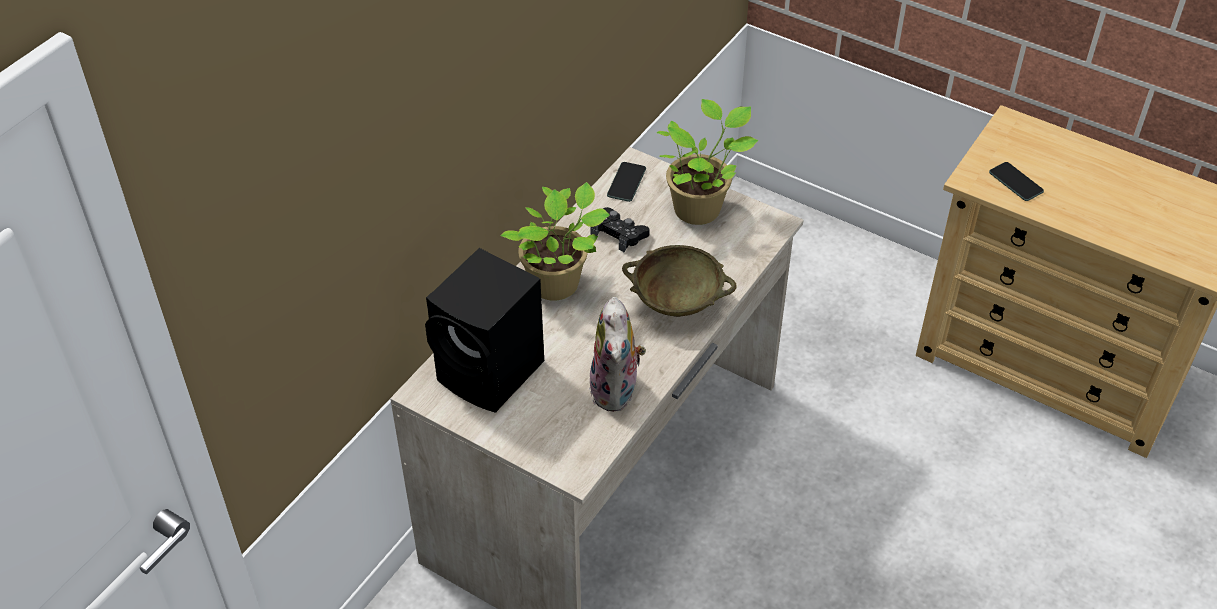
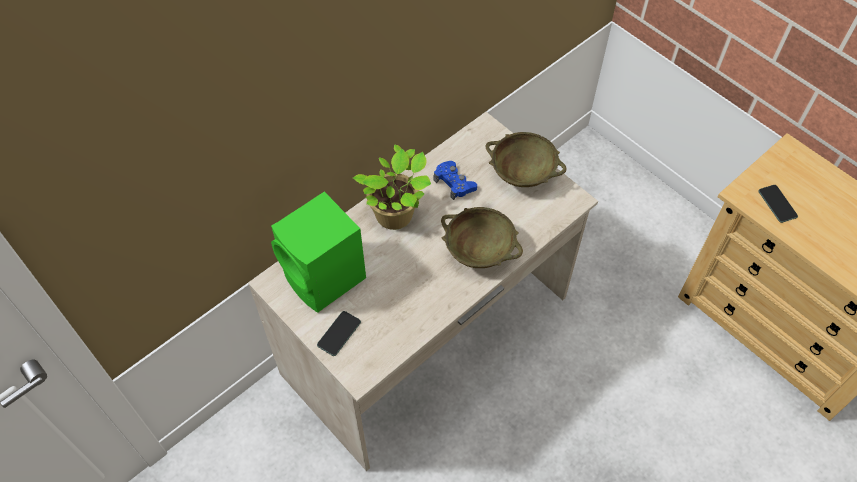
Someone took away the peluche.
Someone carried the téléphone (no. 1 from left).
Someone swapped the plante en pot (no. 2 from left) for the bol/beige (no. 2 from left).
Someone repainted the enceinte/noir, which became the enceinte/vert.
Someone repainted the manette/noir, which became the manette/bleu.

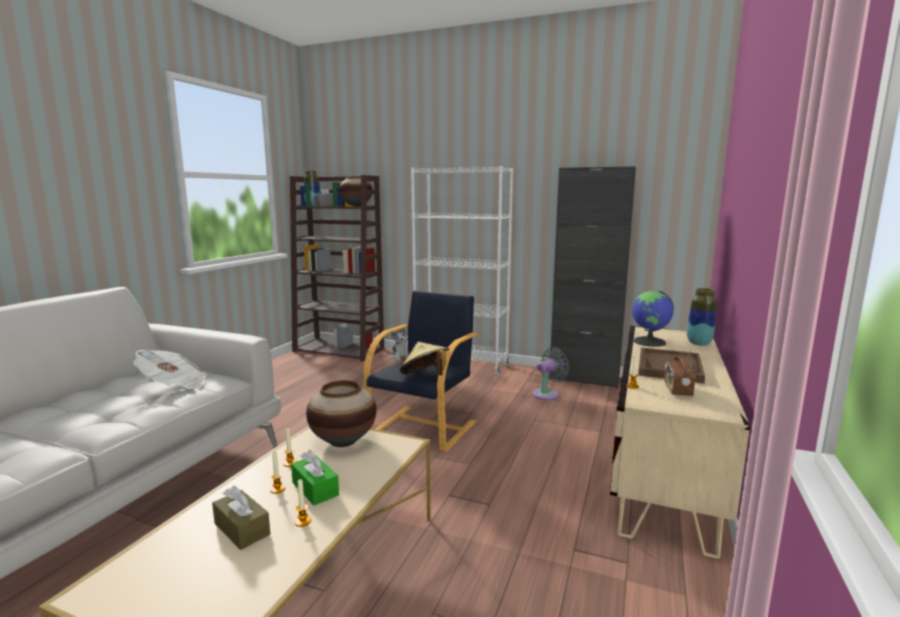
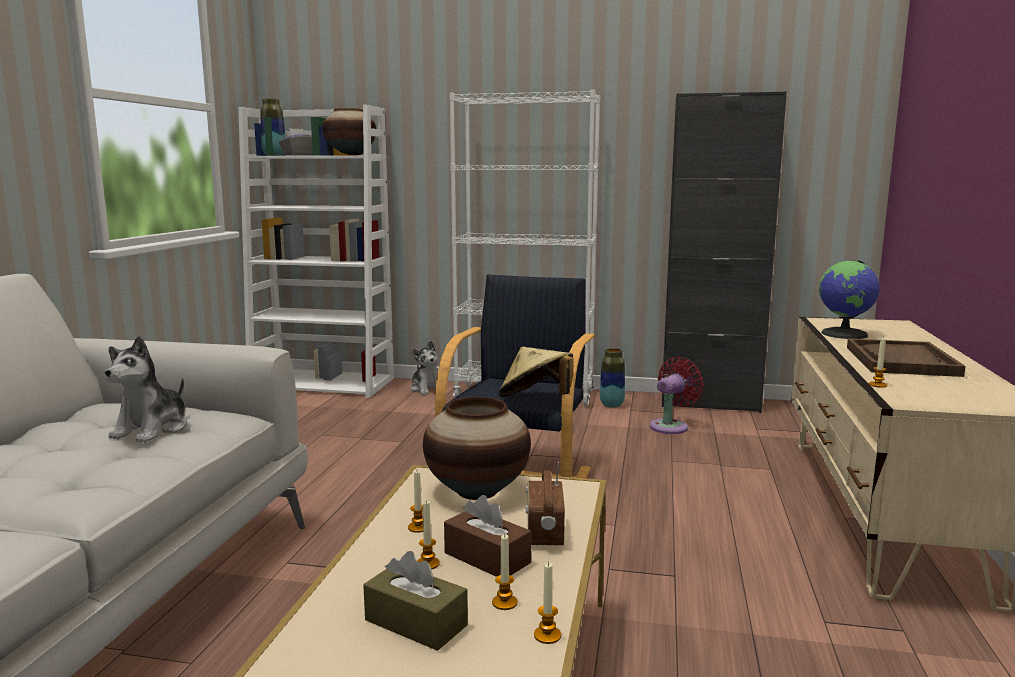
Someone put down the bougie (no. 4 from left).
Someone carried the radio.
Someone carried the vase (no. 4 from left).
Someone swapped the journal for the peluche (no. 1 from left).
Someone repainted the bibliothèque/marron, which became the bibliothèque/blanc (no. 1 from left).
Someone repainted the boîte à mouchoirs/vert, which became the boîte à mouchoirs/marron (no. 2 from left).
Someone repainted the ventilateur/gris, which became the ventilateur/rouge.

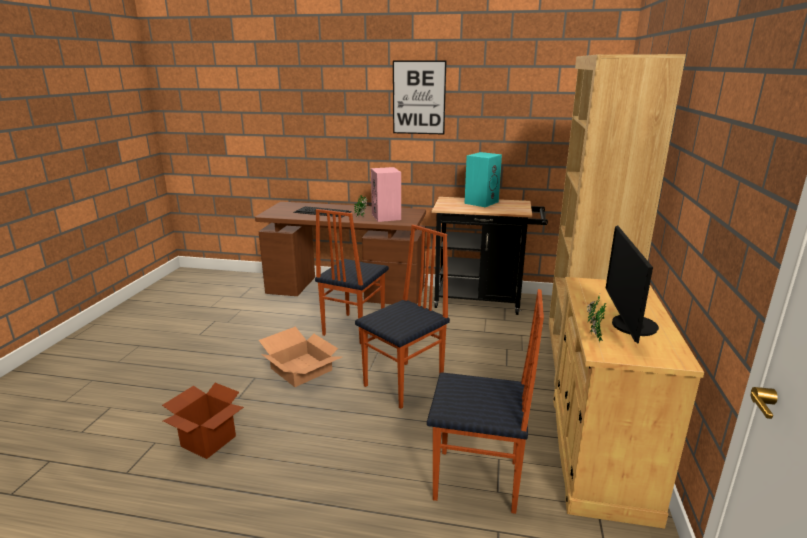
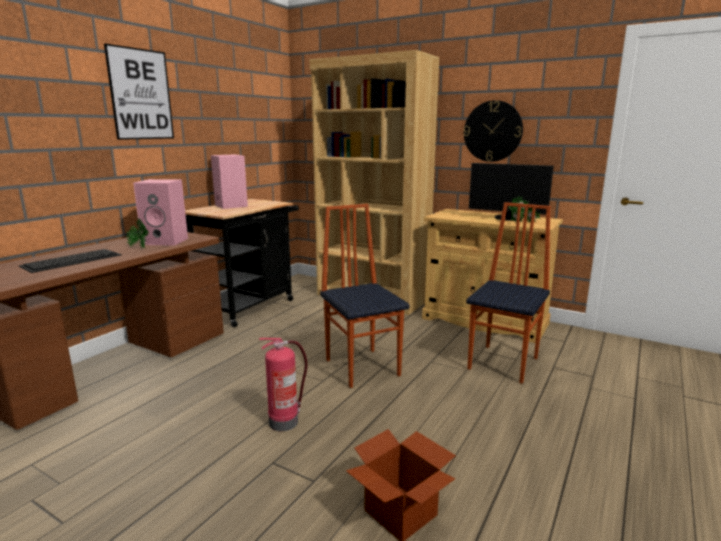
Someone took away the chaise (no. 1 from left).
Someone put up the horloge murale.
Someone swapped the carton (no. 2 from left) for the extincteur.
Someone repainted the enceinte/turquoise, which became the enceinte/rose (no. 2 from left).

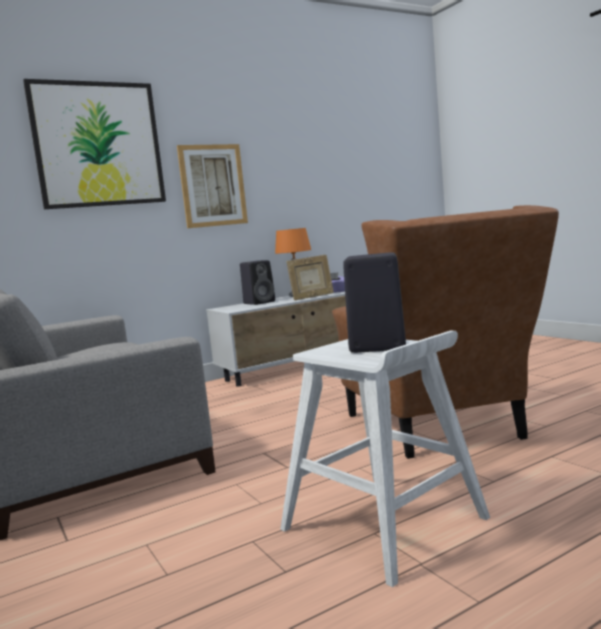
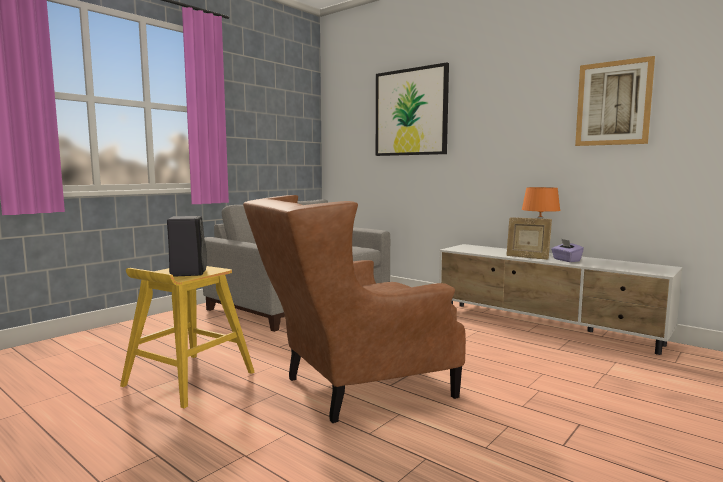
Someone took away the enceinte/noir (no. 1 from left).
Someone carried the tableau (no. 2 from left).
Someone repainted the tabouret/blanc, which became the tabouret/jaune.

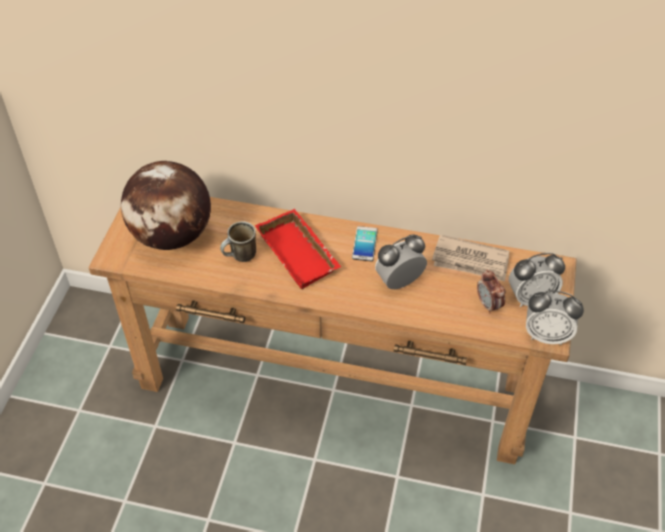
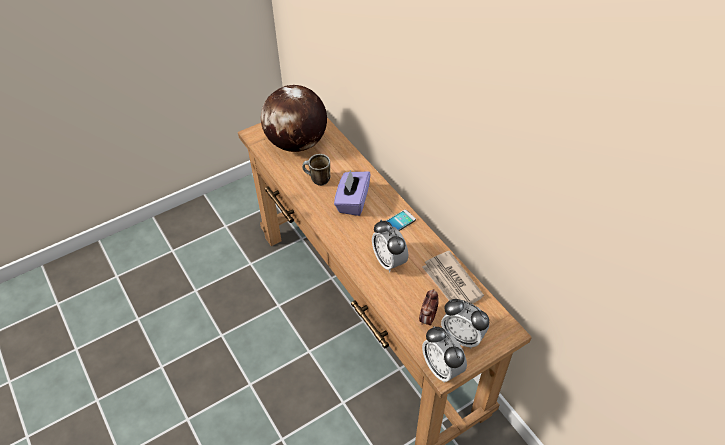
Someone swapped the plateau/rouge for the boîte à mouchoirs/violet.
Someone rotated the réveil (no. 1 from left) by 135 degrees counterclockwise.

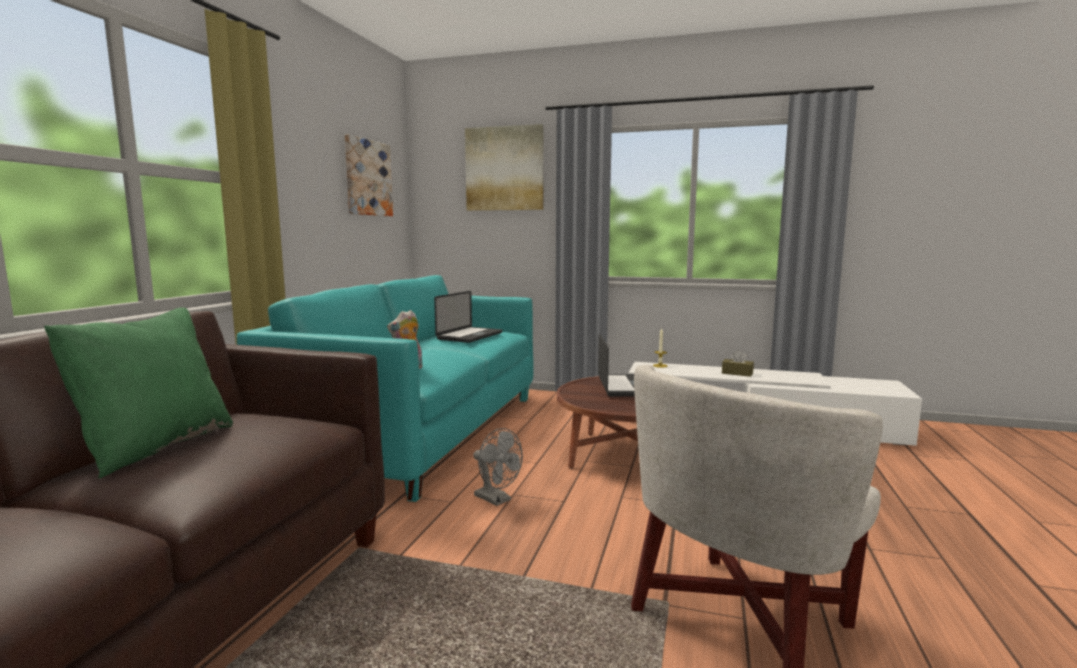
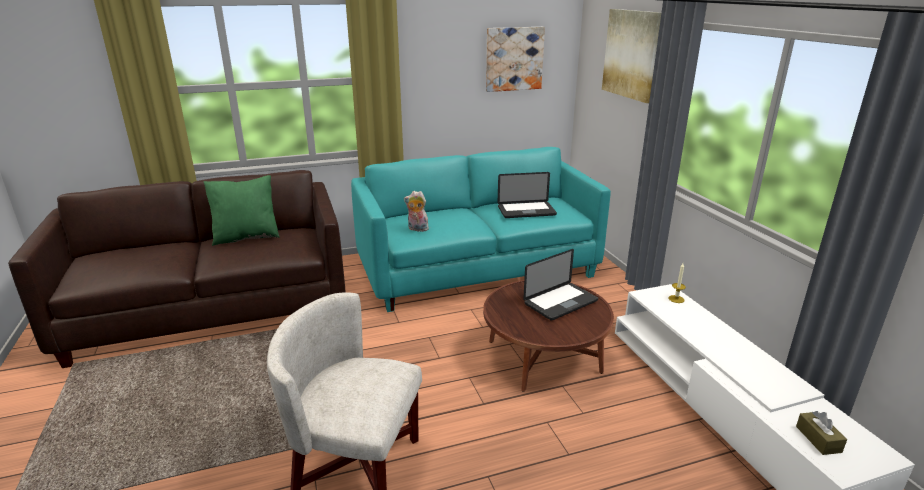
Someone took away the ventilateur/gris.
Someone carried the boîte à mouchoirs/marron.

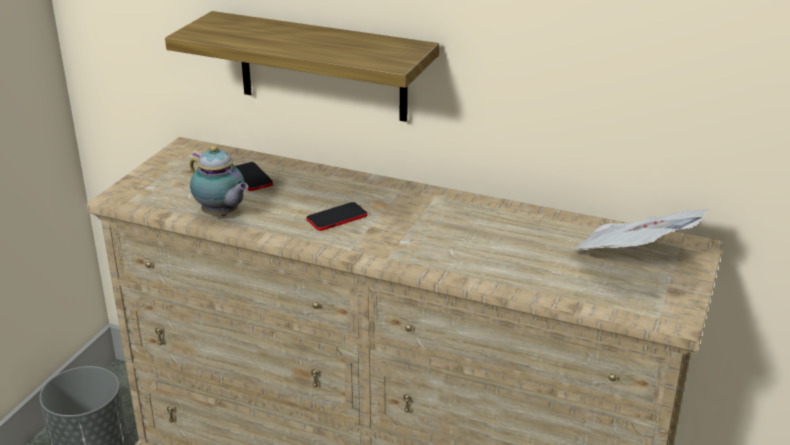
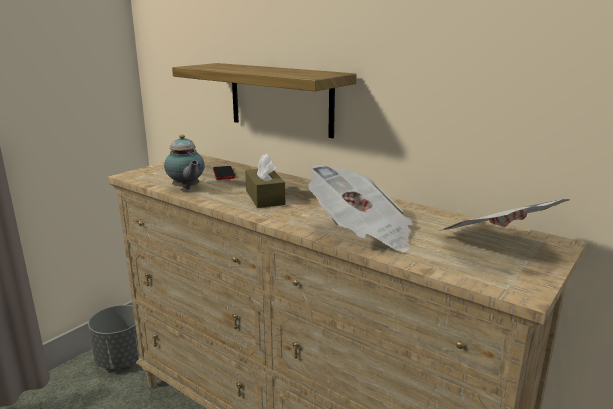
Someone put down the journal (no. 1 from left).
Someone swapped the téléphone (no. 2 from left) for the boîte à mouchoirs/marron.

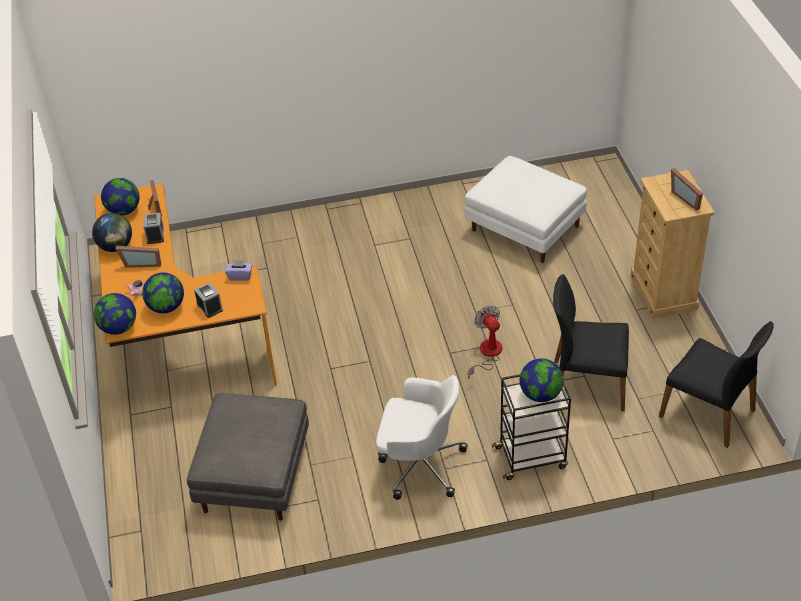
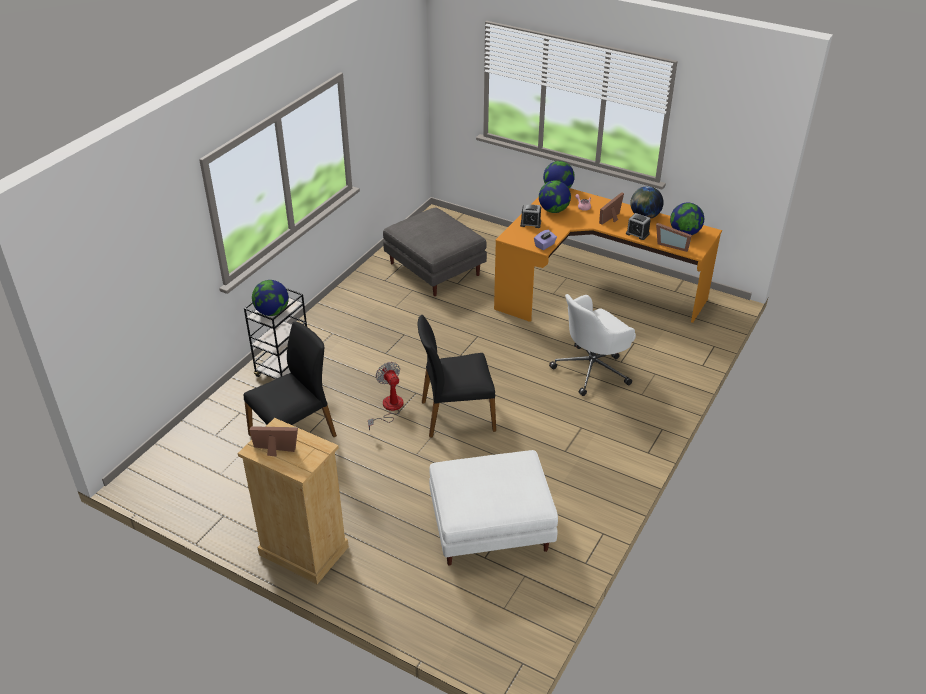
Someone carried the chaise de bureau/blanc.
Someone carried the chaise/noir (no. 2 from left).
Someone rotated the ventilateur by 135 degrees counterclockwise.

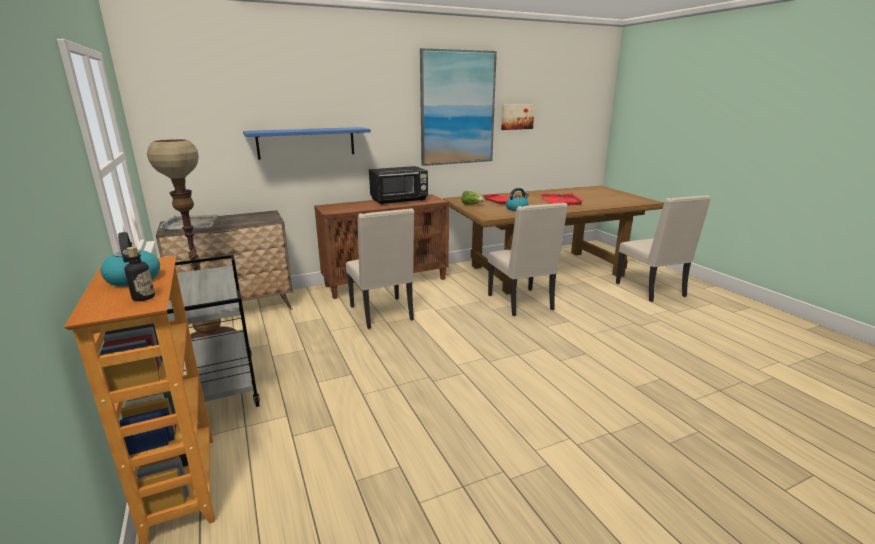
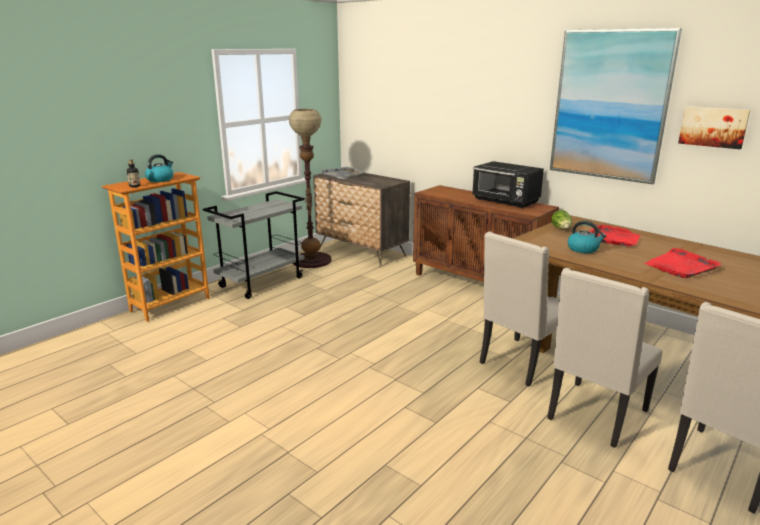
Someone took away the étagère/bleu.
Someone carried the chaise/beige (no. 1 from left in the first image).

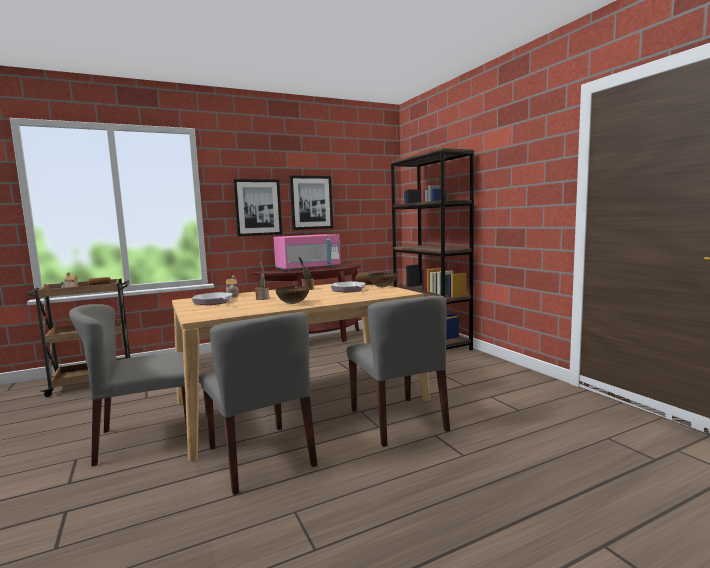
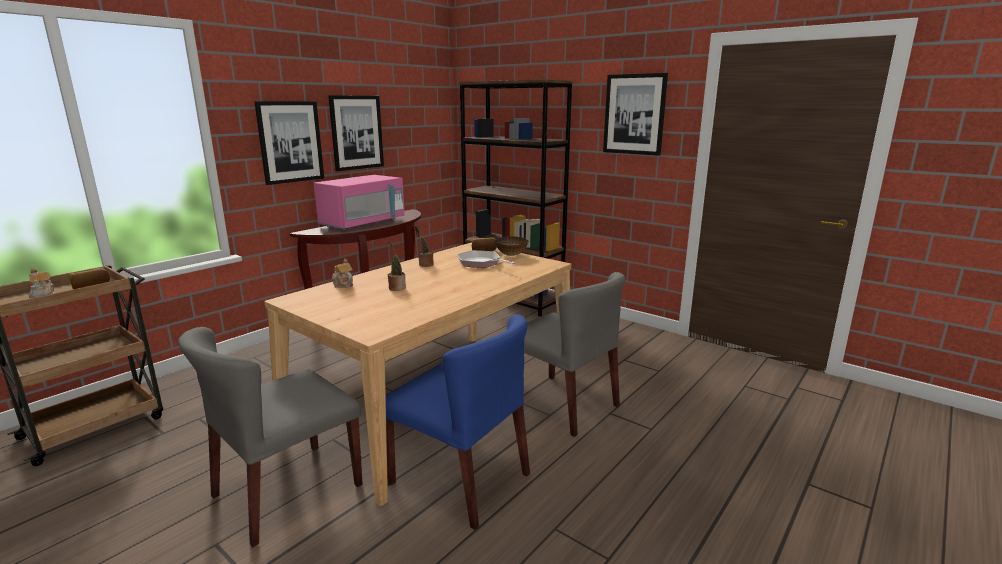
Someone took away the poêle (no. 1 from left).
Someone took away the bol (no. 1 from left).
Someone put up the tableau (no. 3 from left).
Someone repainted the chaise/gris (no. 2 from left), which became the chaise/bleu.

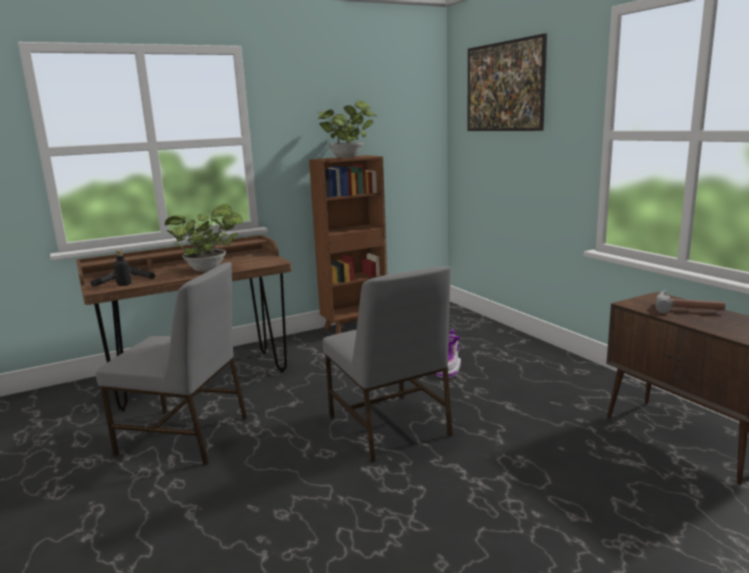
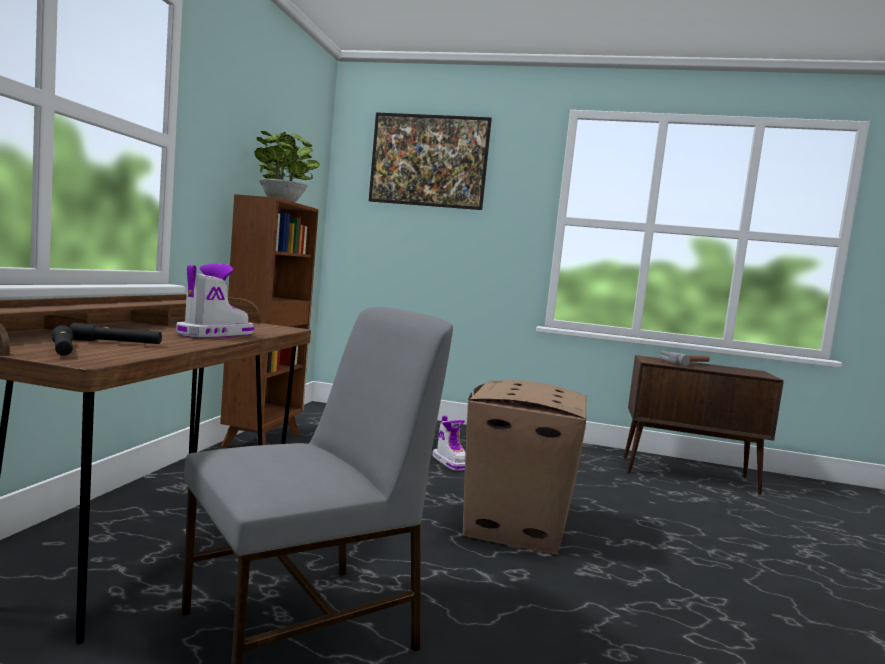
Someone took away the bouteille.
Someone swapped the plante en pot (no. 1 from left) for the botte (no. 1 from left).
Someone swapped the chaise/gris (no. 2 from left) for the carton.

